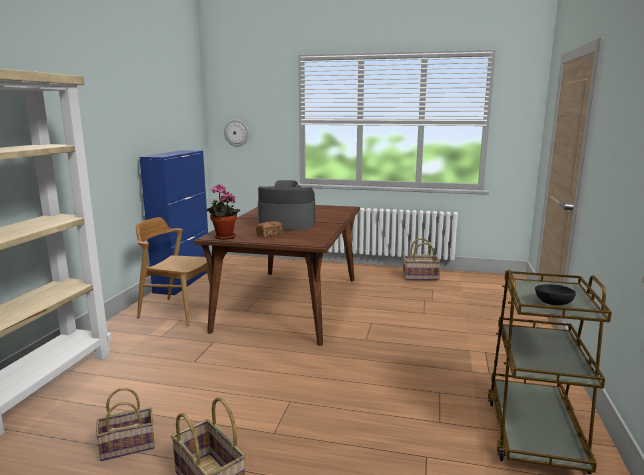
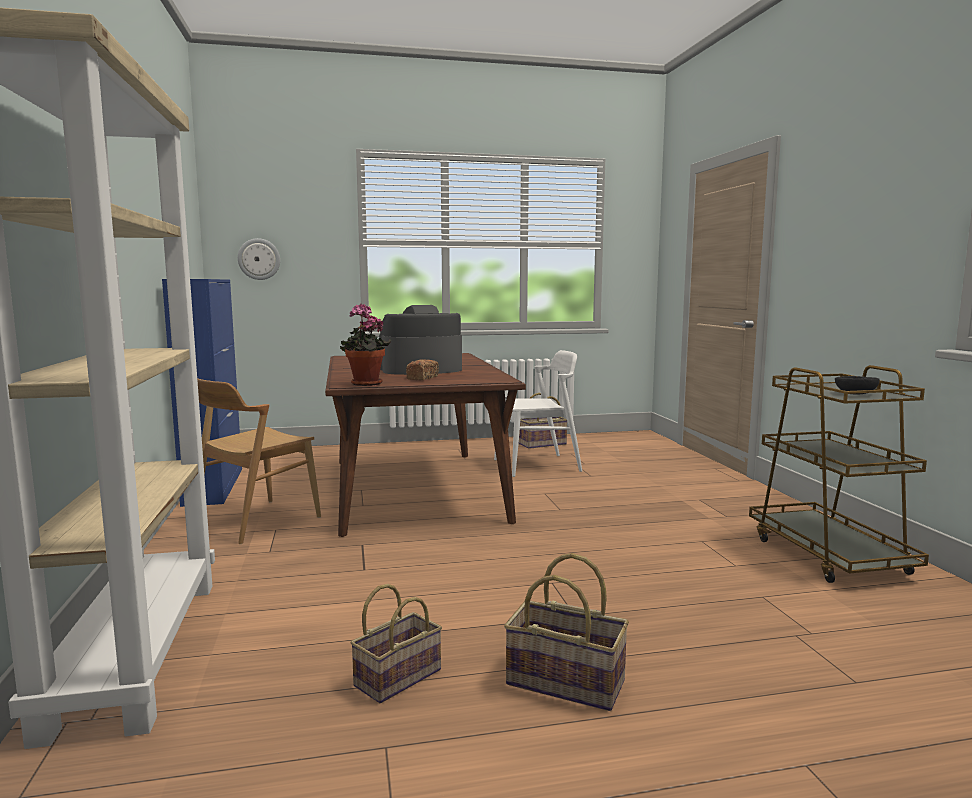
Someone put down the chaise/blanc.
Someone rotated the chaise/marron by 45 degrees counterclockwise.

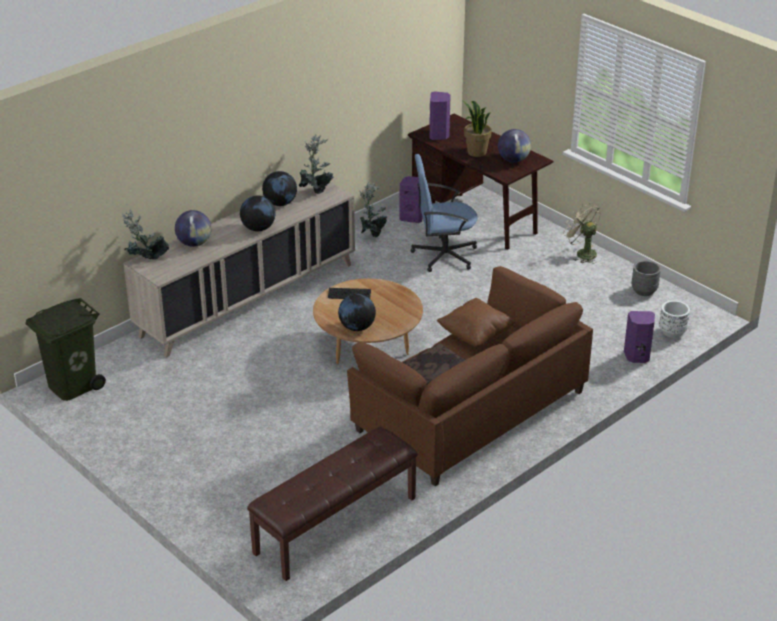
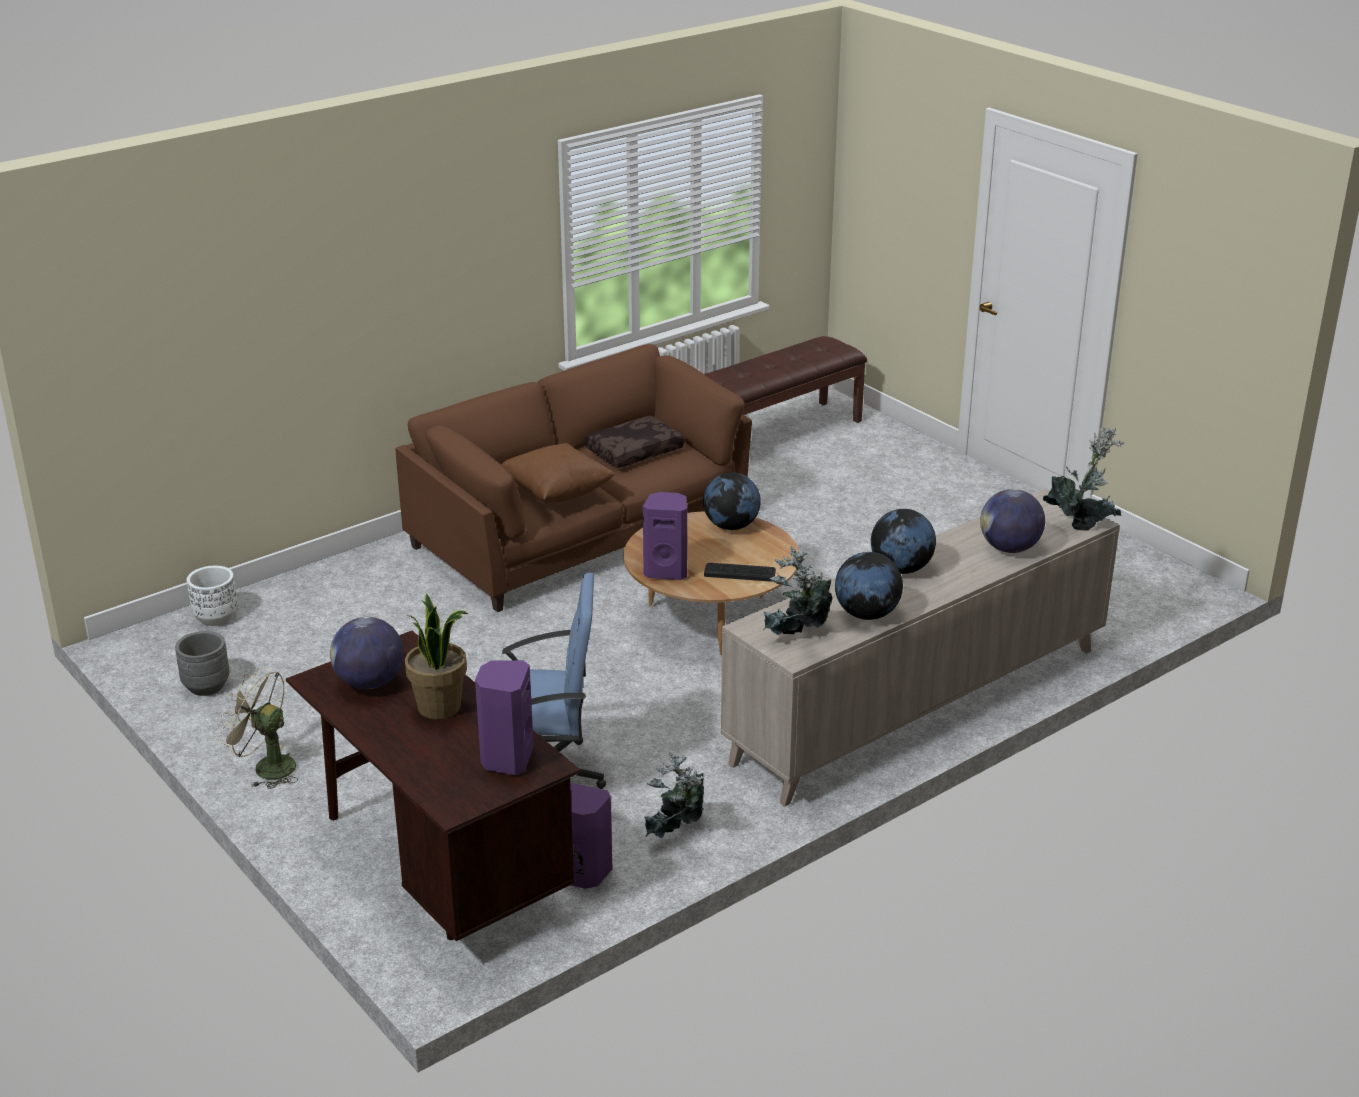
Someone took away the poubelle/vert.
Someone carried the enceinte/violet (no. 3 from left).
Someone rotated the ventilateur/beige by 150 degrees clockwise.

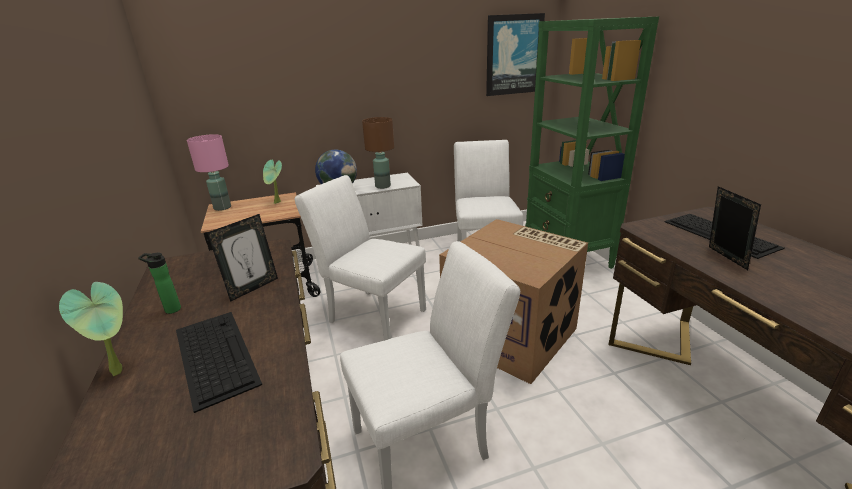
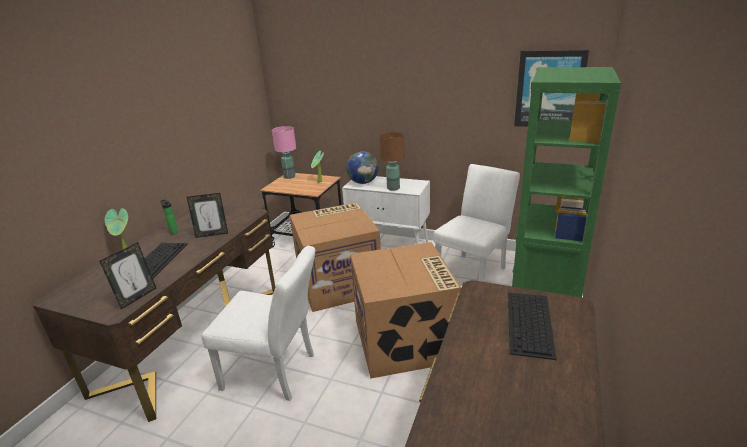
Someone carried the cadre photo (no. 2 from left in the first image).
Someone swapped the chaise/blanc (no. 1 from left) for the carton (no. 1 from left).

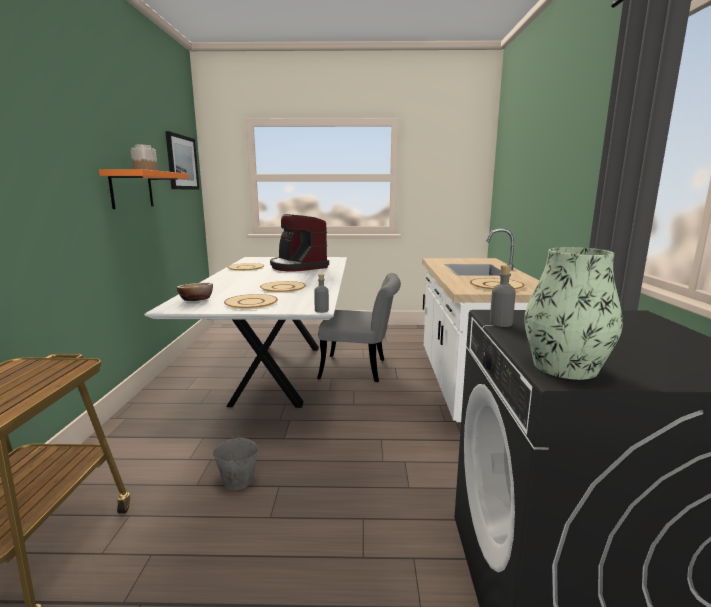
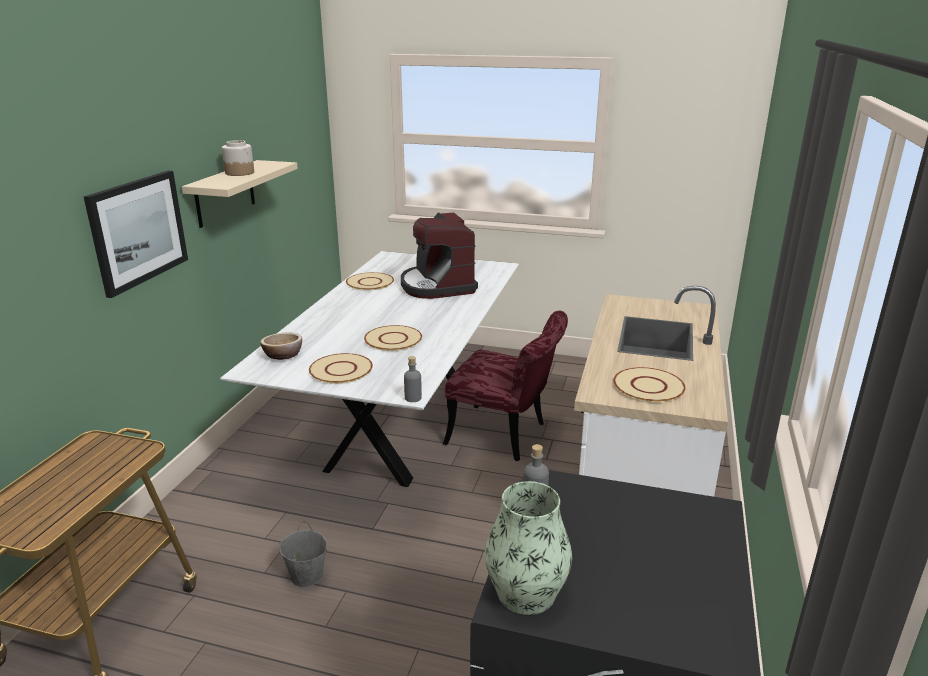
Someone carried the tableau.
Someone repainted the étagère/orange, which became the étagère/beige.
Someone repainted the chaise/gris, which became the chaise/rouge.

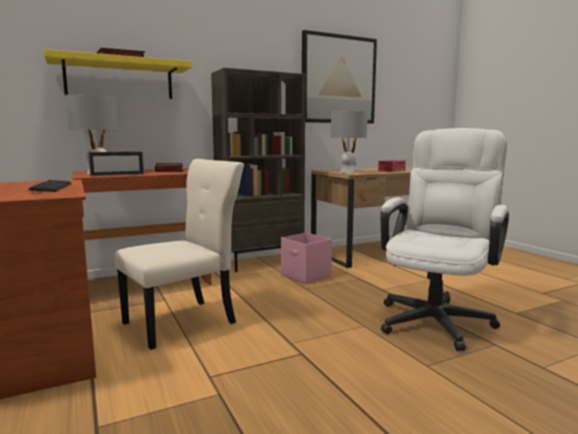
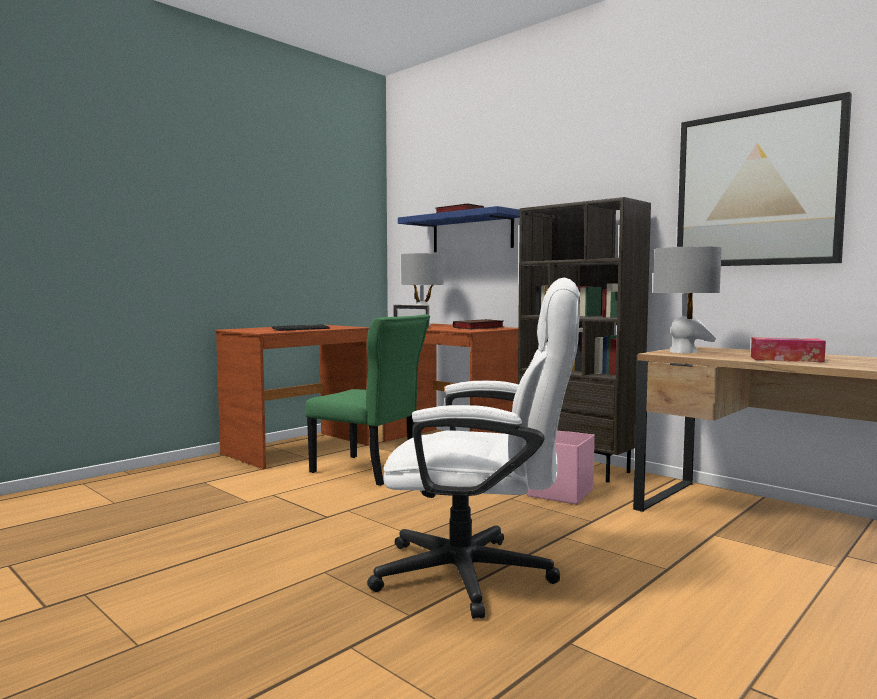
Someone repainted the étagère/jaune, which became the étagère/bleu.
Someone repainted the chaise/beige, which became the chaise/vert.

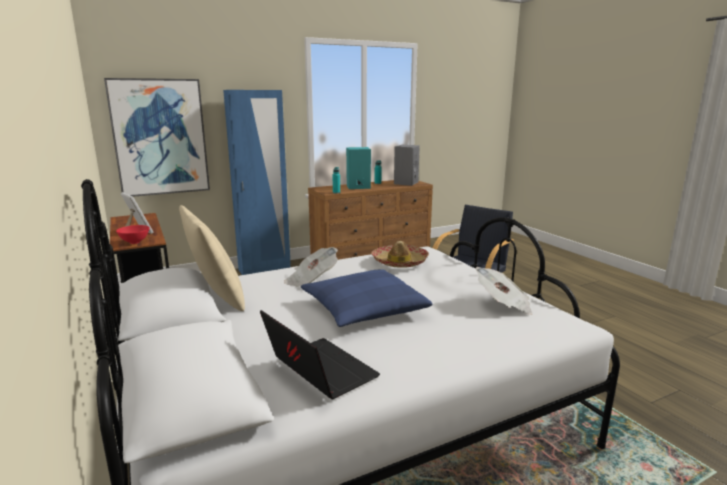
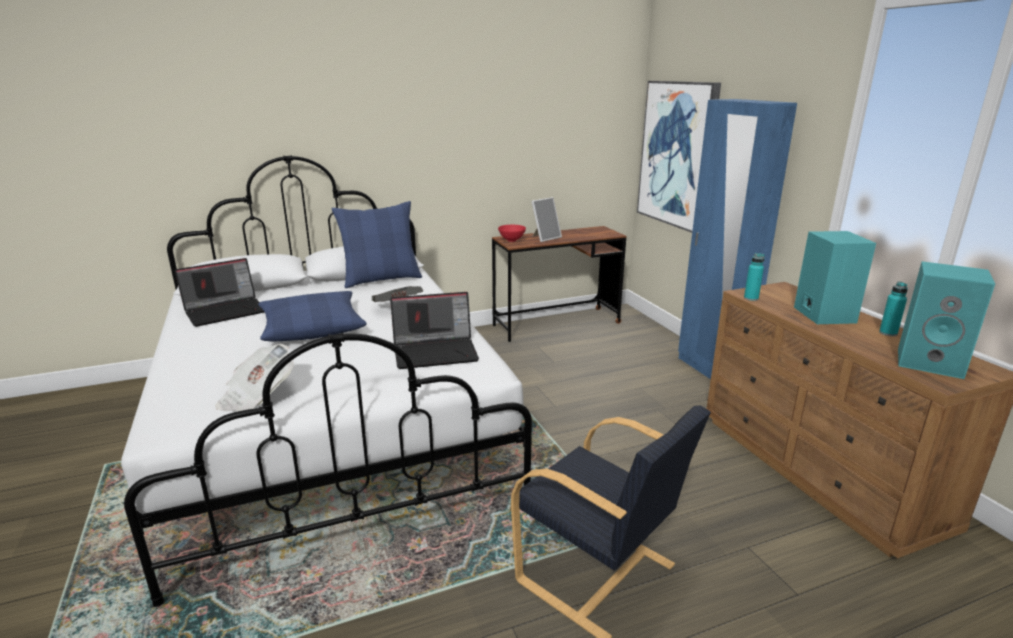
Someone swapped the chapeau for the ordinateur portable (no. 2 from left).
Someone repainted the coussin/beige, which became the coussin/bleu (no. 2 from left).
Someone repainted the enceinte/gris, which became the enceinte/turquoise (no. 2 from left).

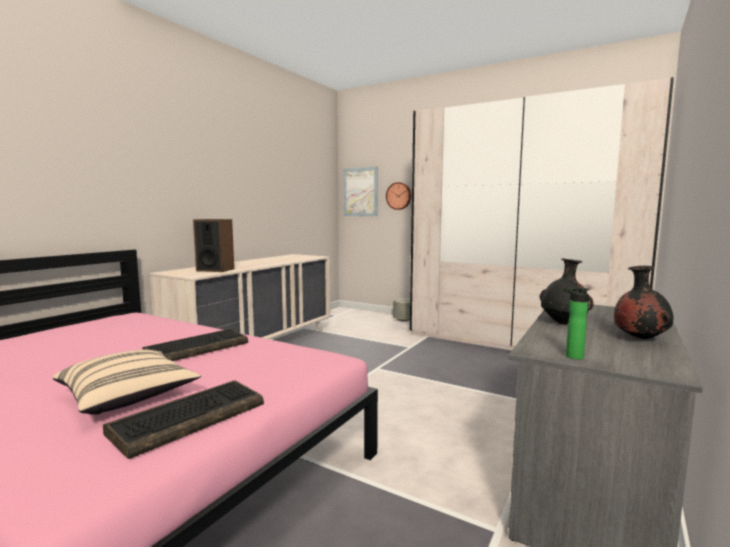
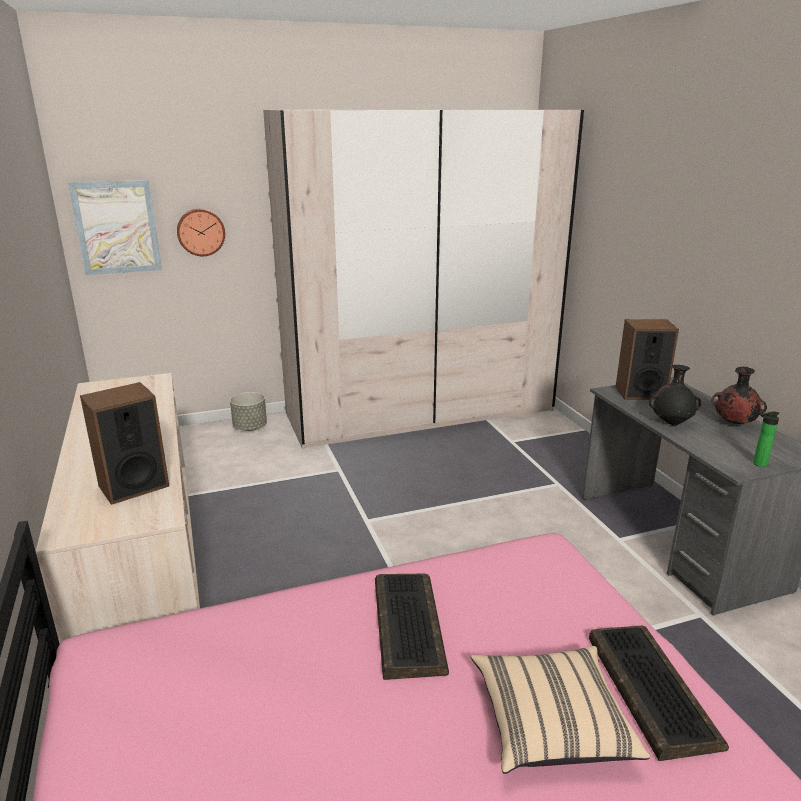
Someone put down the enceinte (no. 2 from left).

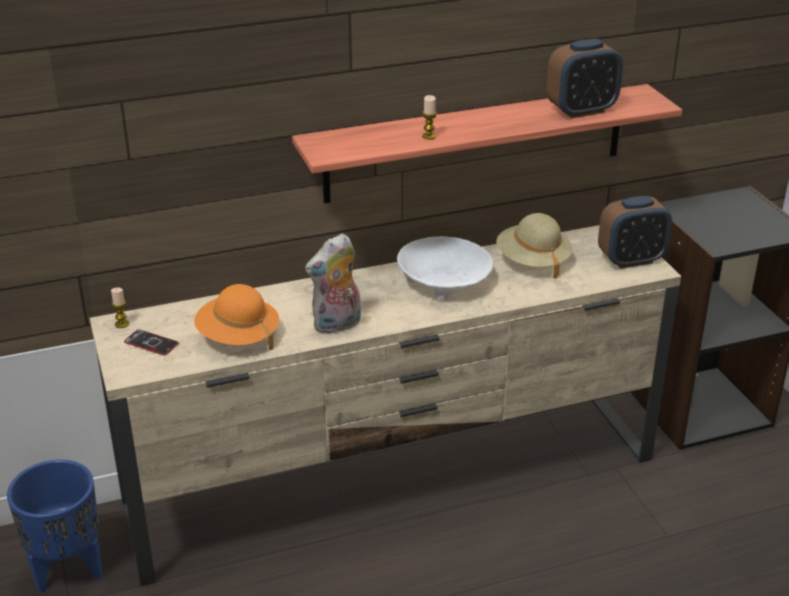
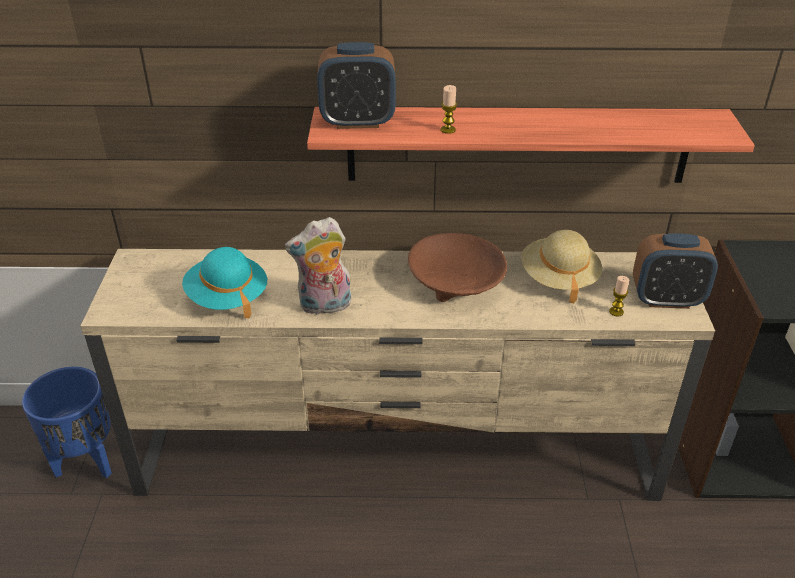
Someone took away the téléphone.
Someone carried the bougie (no. 1 from left in the first image).
Someone carried the réveil (no. 1 from left).
Someone repainted the chapeau/orange, which became the chapeau/turquoise.
Someone repainted the bol/blanc, which became the bol/marron.

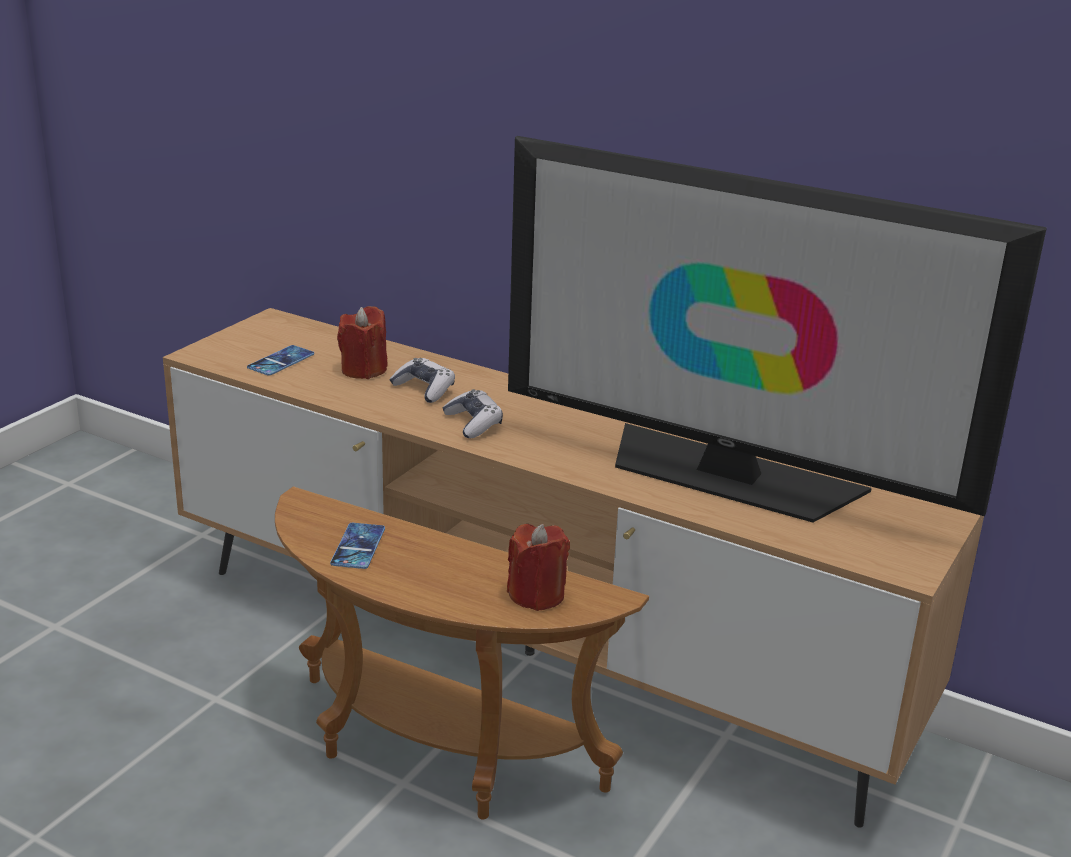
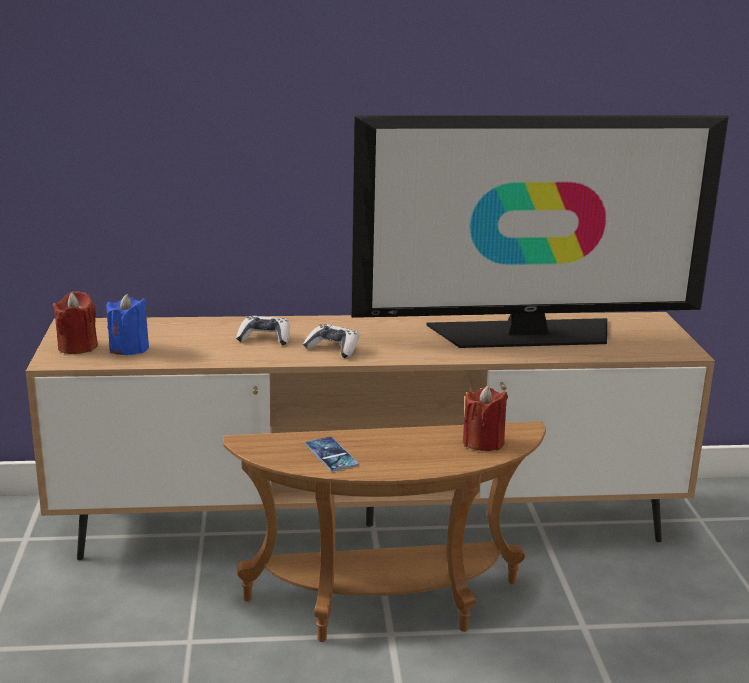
Someone carried the bougie/rouge (no. 1 from left).
Someone swapped the téléphone (no. 1 from left) for the bougie/bleu.

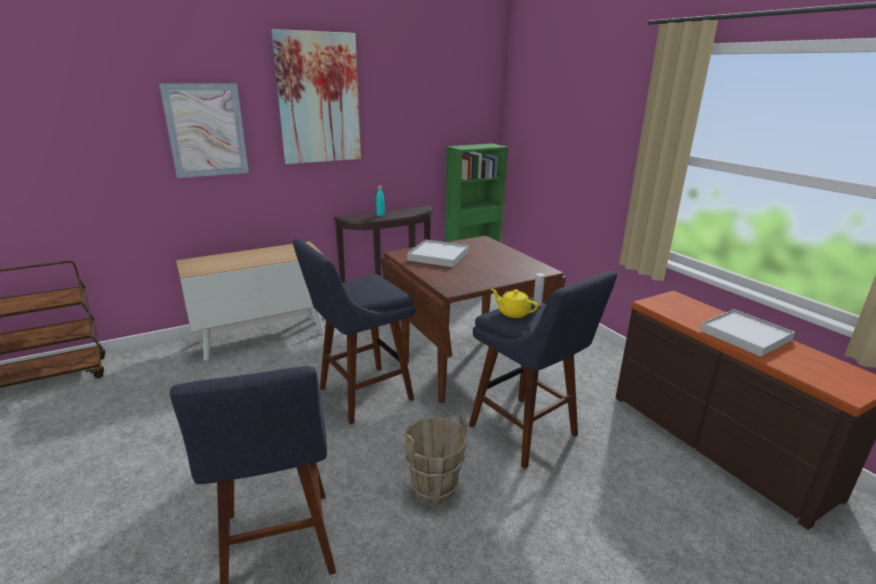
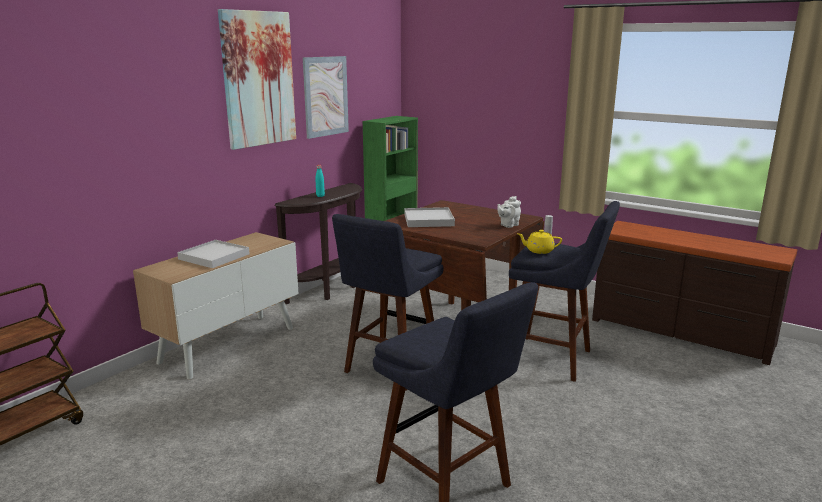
Someone took away the seau/marron.
Someone put down the théière/blanc.
Someone carried the tableau (no. 1 from left in the first image).
Someone carried the plateau/blanc (no. 2 from left in the first image).

